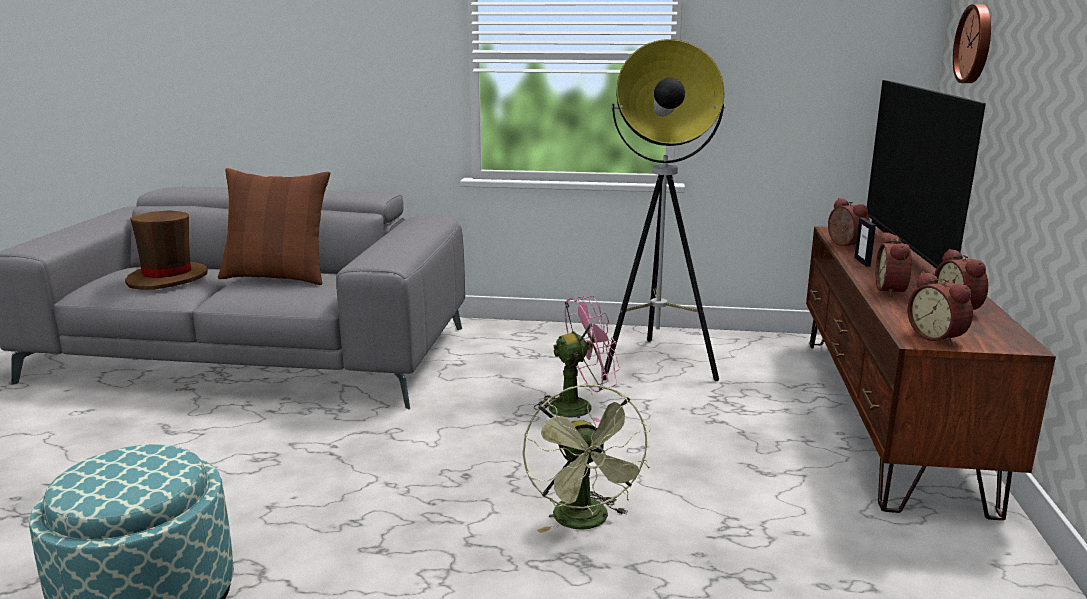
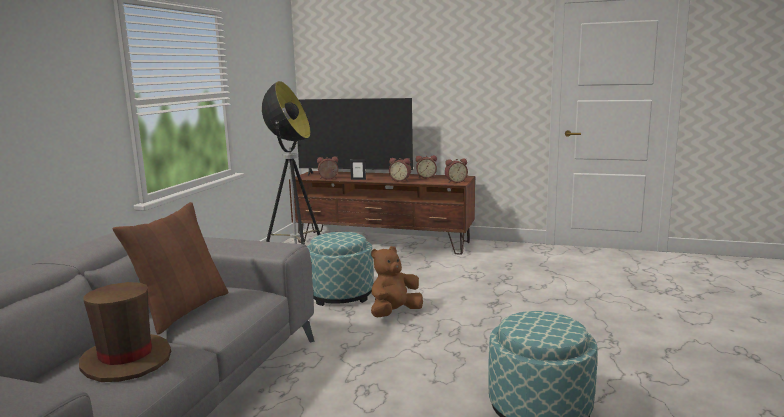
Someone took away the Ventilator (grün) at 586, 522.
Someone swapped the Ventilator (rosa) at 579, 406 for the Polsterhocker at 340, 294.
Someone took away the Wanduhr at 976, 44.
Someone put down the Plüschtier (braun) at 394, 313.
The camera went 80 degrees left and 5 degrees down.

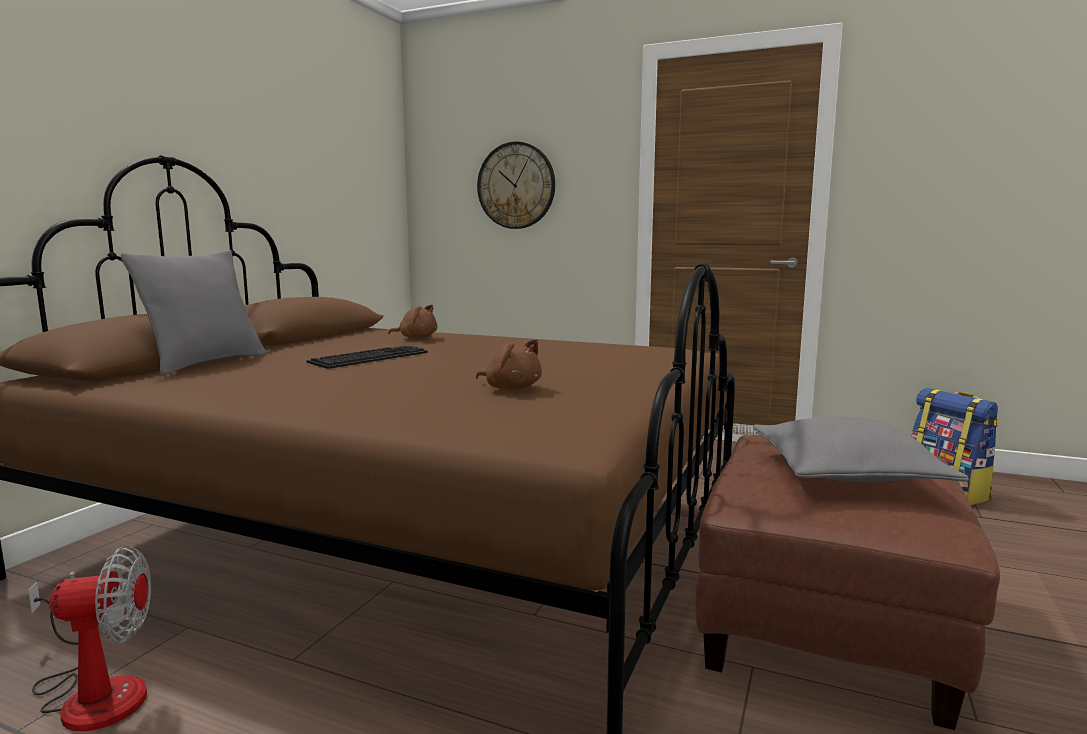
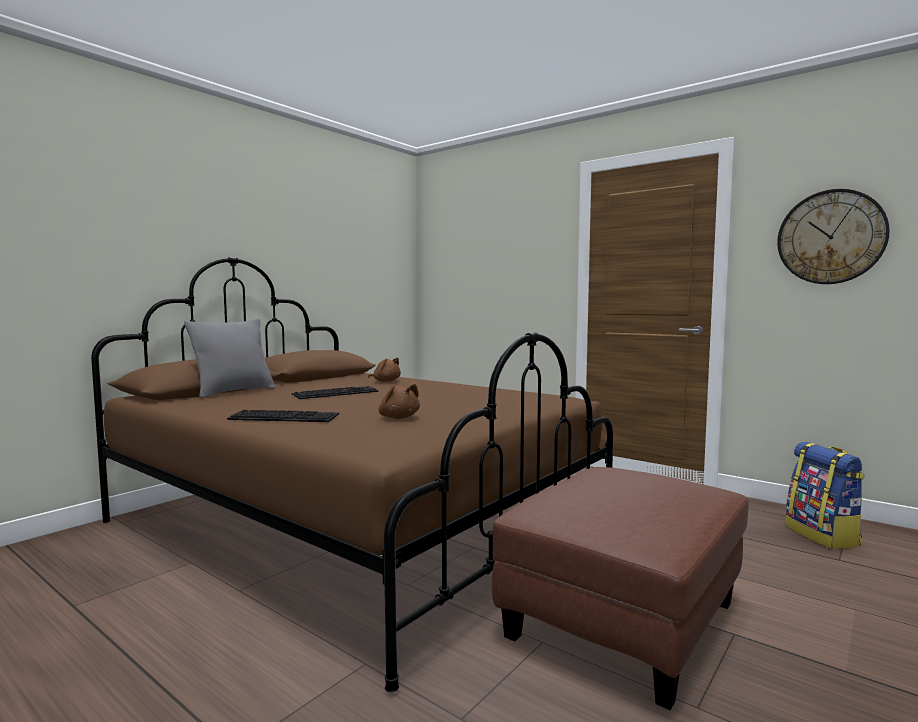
Someone took away the Ventilator at 94, 693.
Someone carried the Wanduhr from 516, 186 to 831, 237.
Someone took away the Kissen (grau) at 845, 473.
Someone put down the Tastatur at 286, 417.
The camera went 15 degrees right and 5 degrees down.

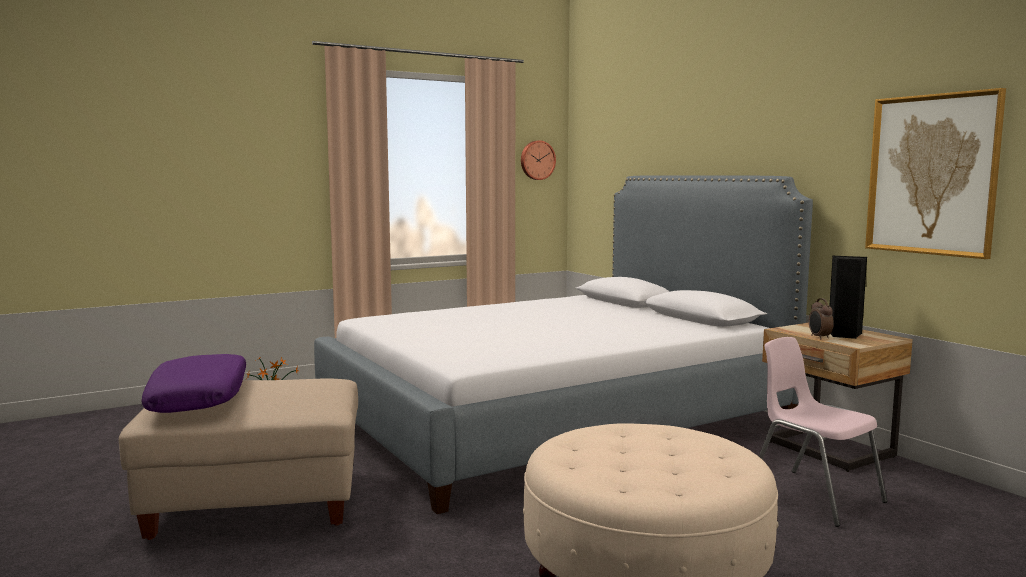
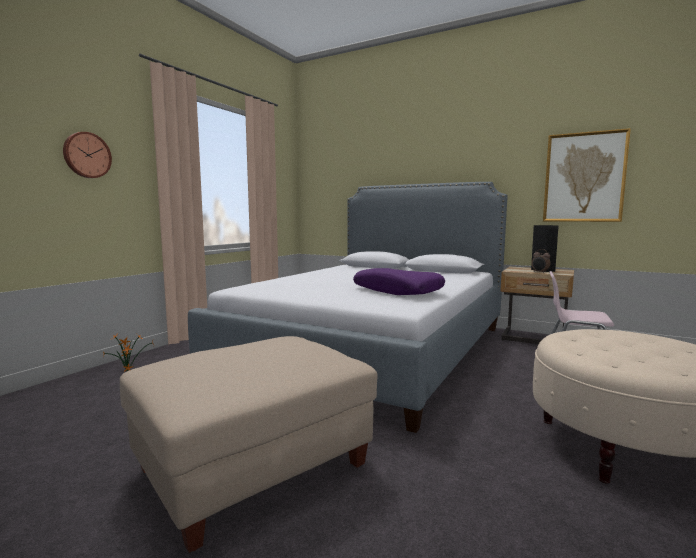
Someone carried the Kissen (lila) from 200, 398 to 397, 291.
Someone carried the Wanduhr from 537, 160 to 86, 155.
The camera went 30 degrees left and 0 degrees up.

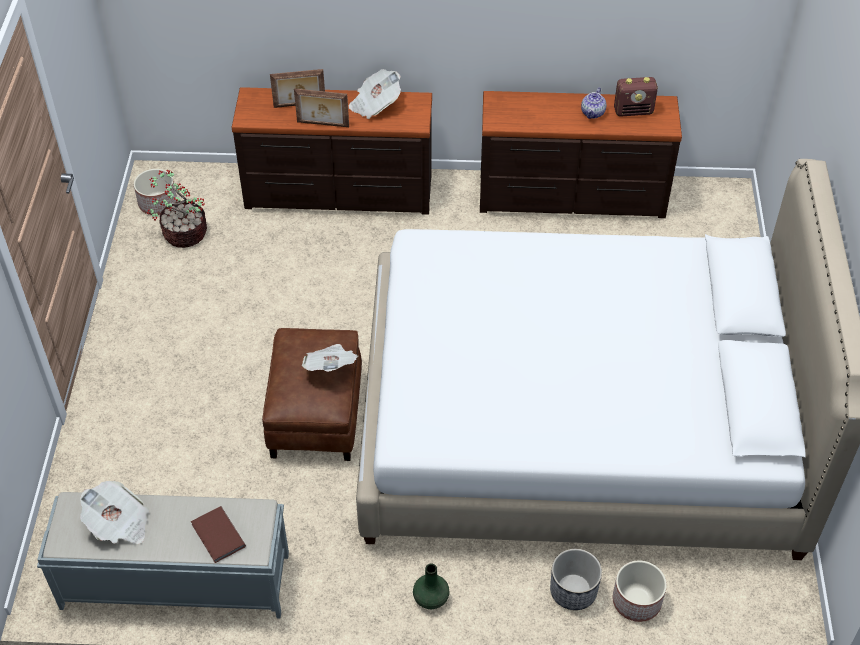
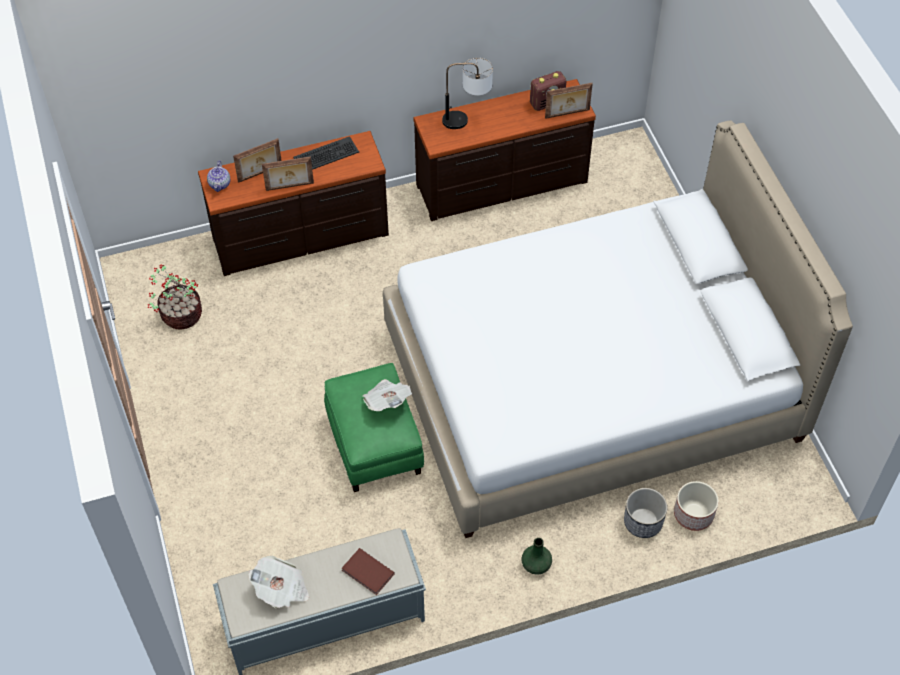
Someone took away the Pflanzkübel at 158, 203.
Someone repainted the Polsterhocker (braun) at 316, 416, which became the Polsterhocker (grün) at 375, 445.
Someone swapped the Zeitung at 375, 105 for the Tastatur at 326, 155.
Someone carried the Teekanne from 593, 113 to 220, 184.
Someone put down the Tischlampe at 467, 120.
Someone put down the Bilderrahmen at 567, 114.
The camera went 20 degrees left and 5 degrees up.

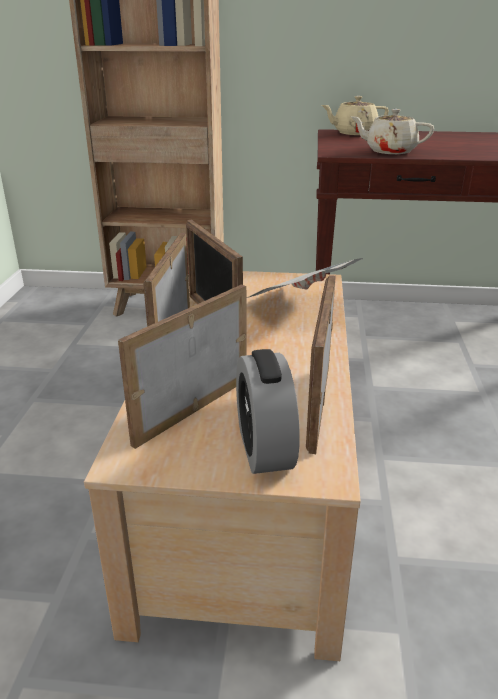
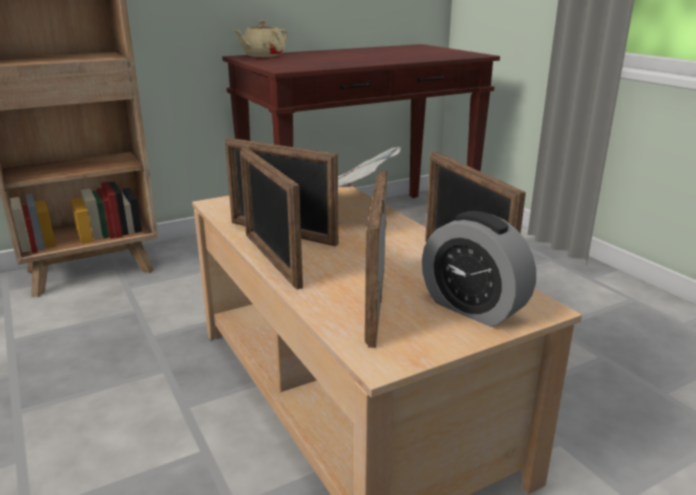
Someone took away the Teekanne (beige) at 389, 151.
The camera went 35 degrees left and 5 degrees down.

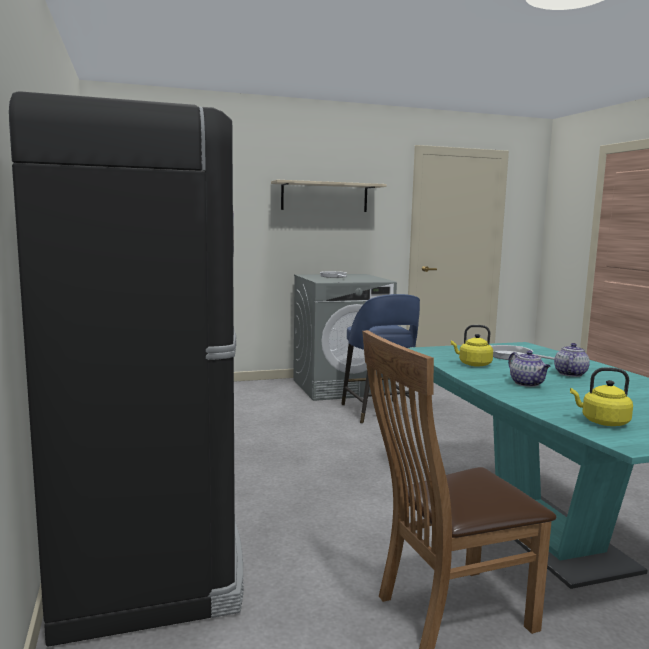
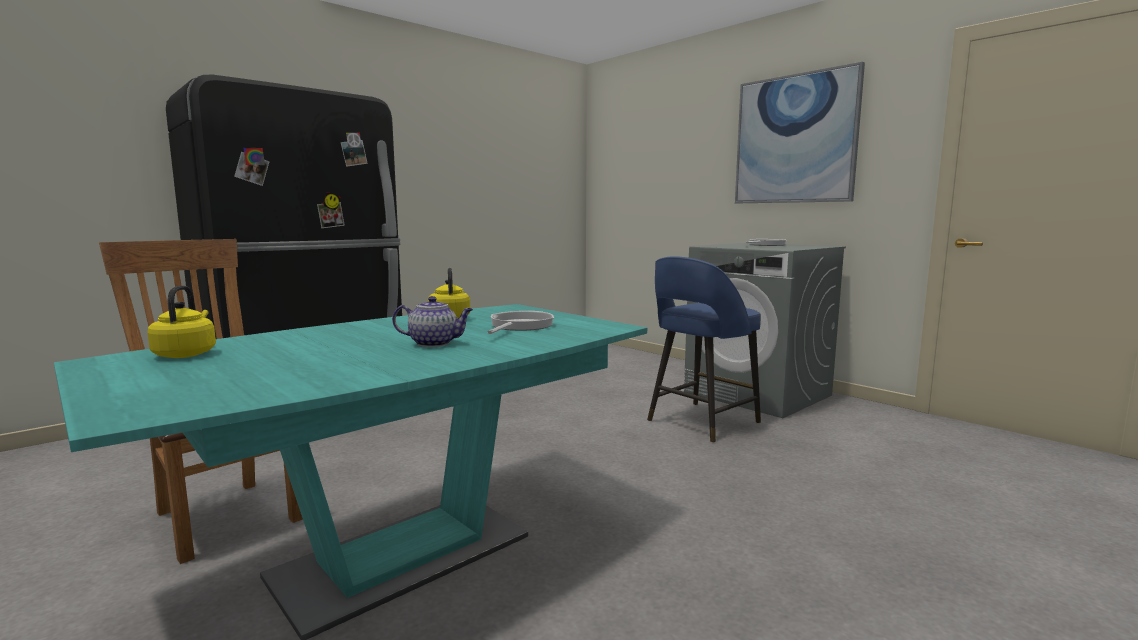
Someone swapped the Wandregal (beige) at 324, 197 for the Bild at 795, 139.
Someone took away the Teekanne at 527, 384.
The camera went 65 degrees right and 0 degrees up.

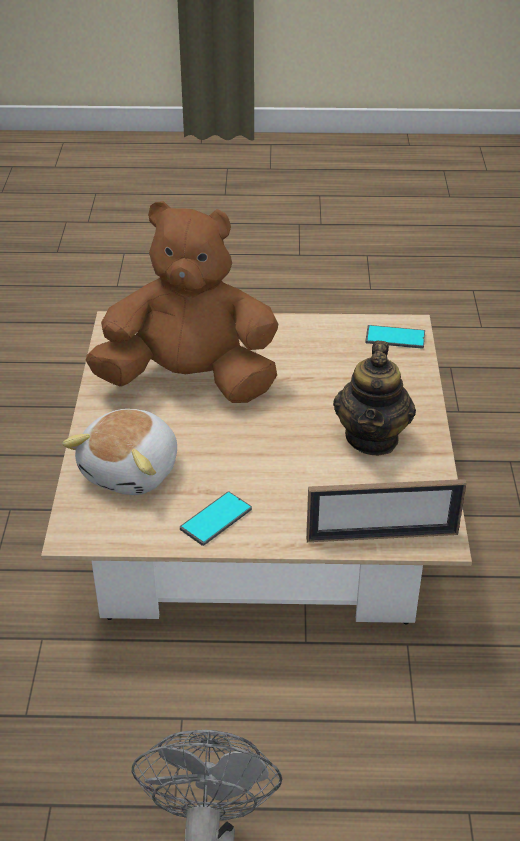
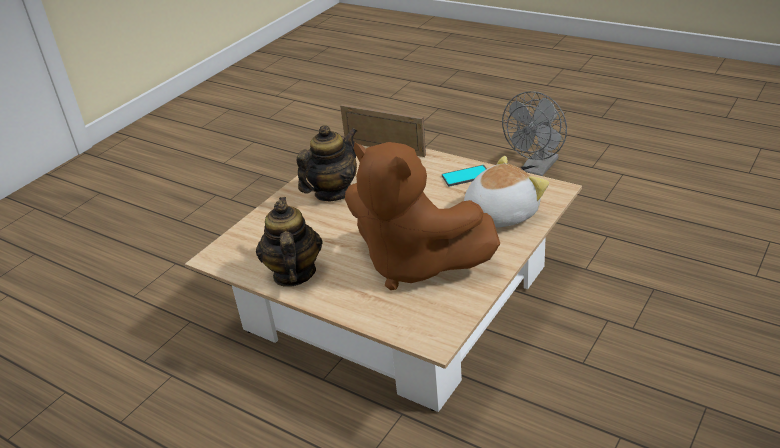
Someone took away the Handy at 395, 338.
Someone put down the Teekanne at 293, 273.
The camera went 145 degrees left and 5 degrees down.

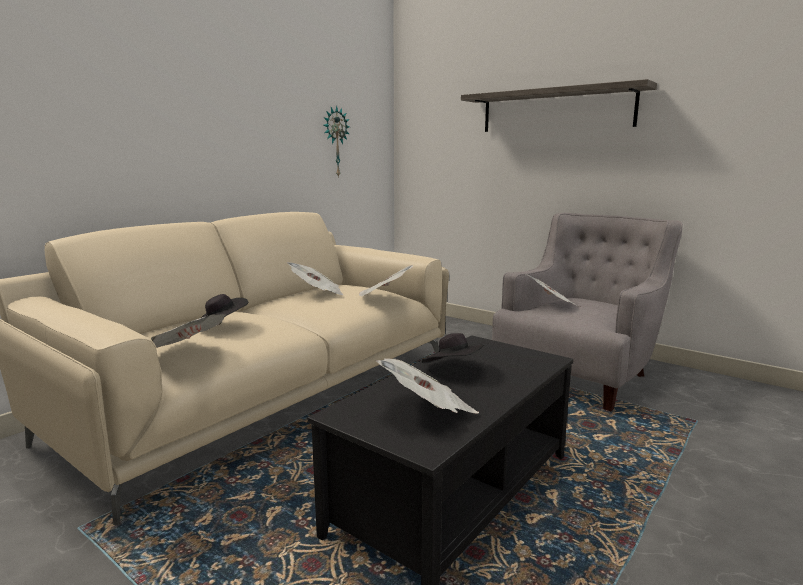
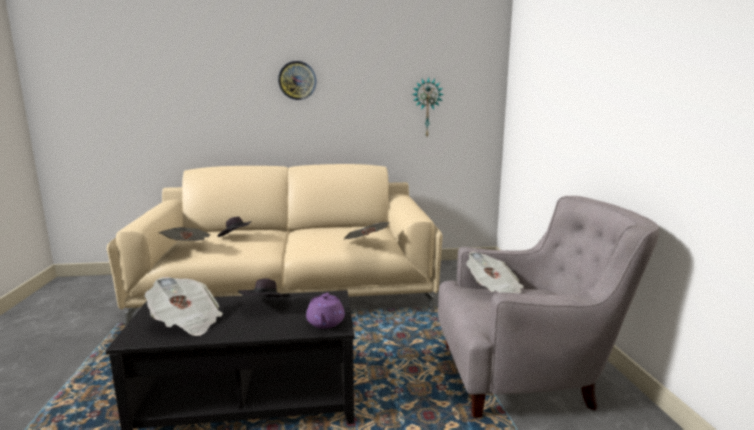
Someone took away the Zeitung at 317, 293.
Someone took away the Wandregal at 555, 110.
Someone put up the Wanduhr at 297, 80.
Someone put down the Teekanne (lila) at 325, 323.
The camera went 45 degrees right and 0 degrees up.

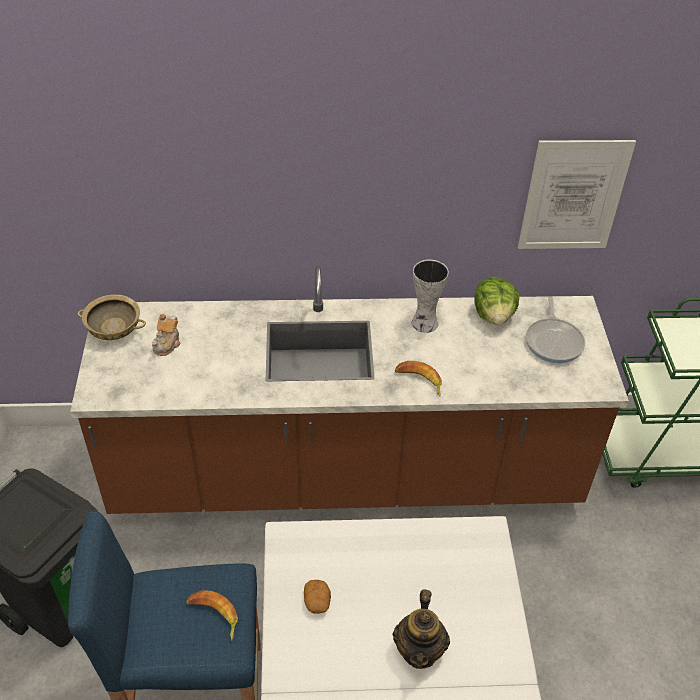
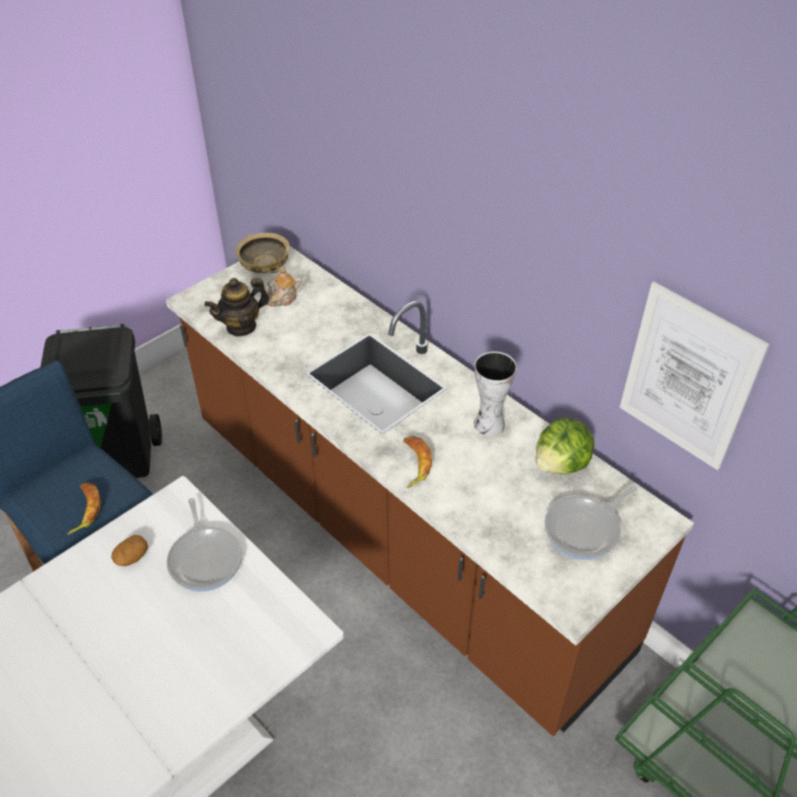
Someone carried the Teekanne from 419, 650 to 241, 326.
Someone put down the Pfanne at 205, 558.
The camera went 50 degrees right and 0 degrees up.

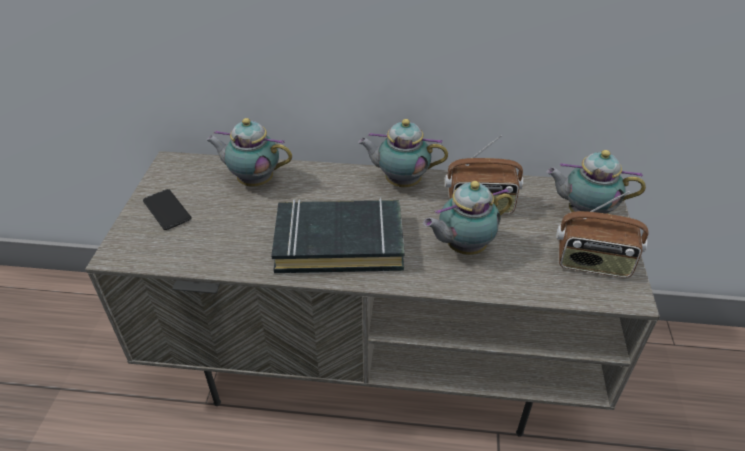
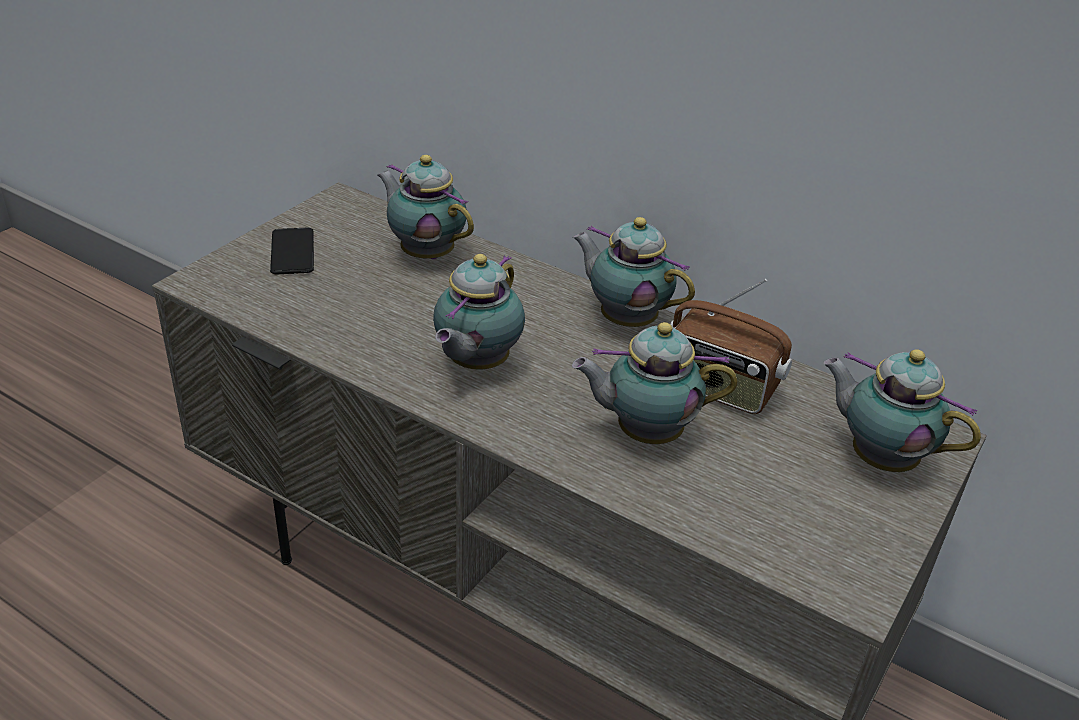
Someone swapped the Buch (schwarz) at 339, 243 for the Teekanne at 475, 364.
Someone took away the Radio at 592, 263.
The camera went 25 degrees right and 5 degrees down.

